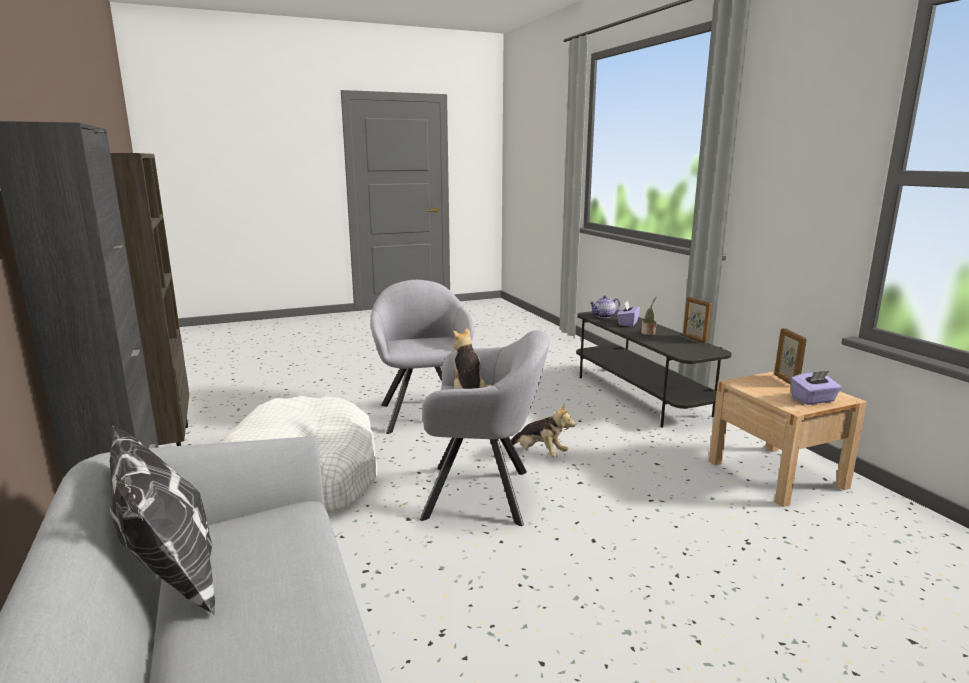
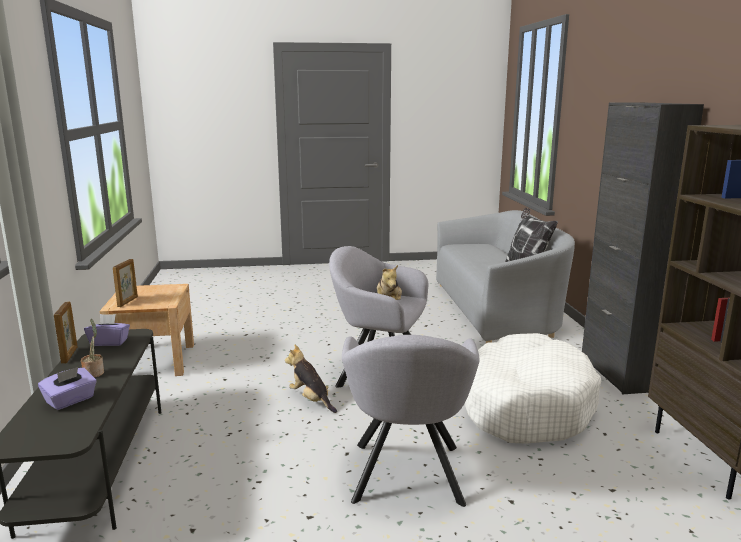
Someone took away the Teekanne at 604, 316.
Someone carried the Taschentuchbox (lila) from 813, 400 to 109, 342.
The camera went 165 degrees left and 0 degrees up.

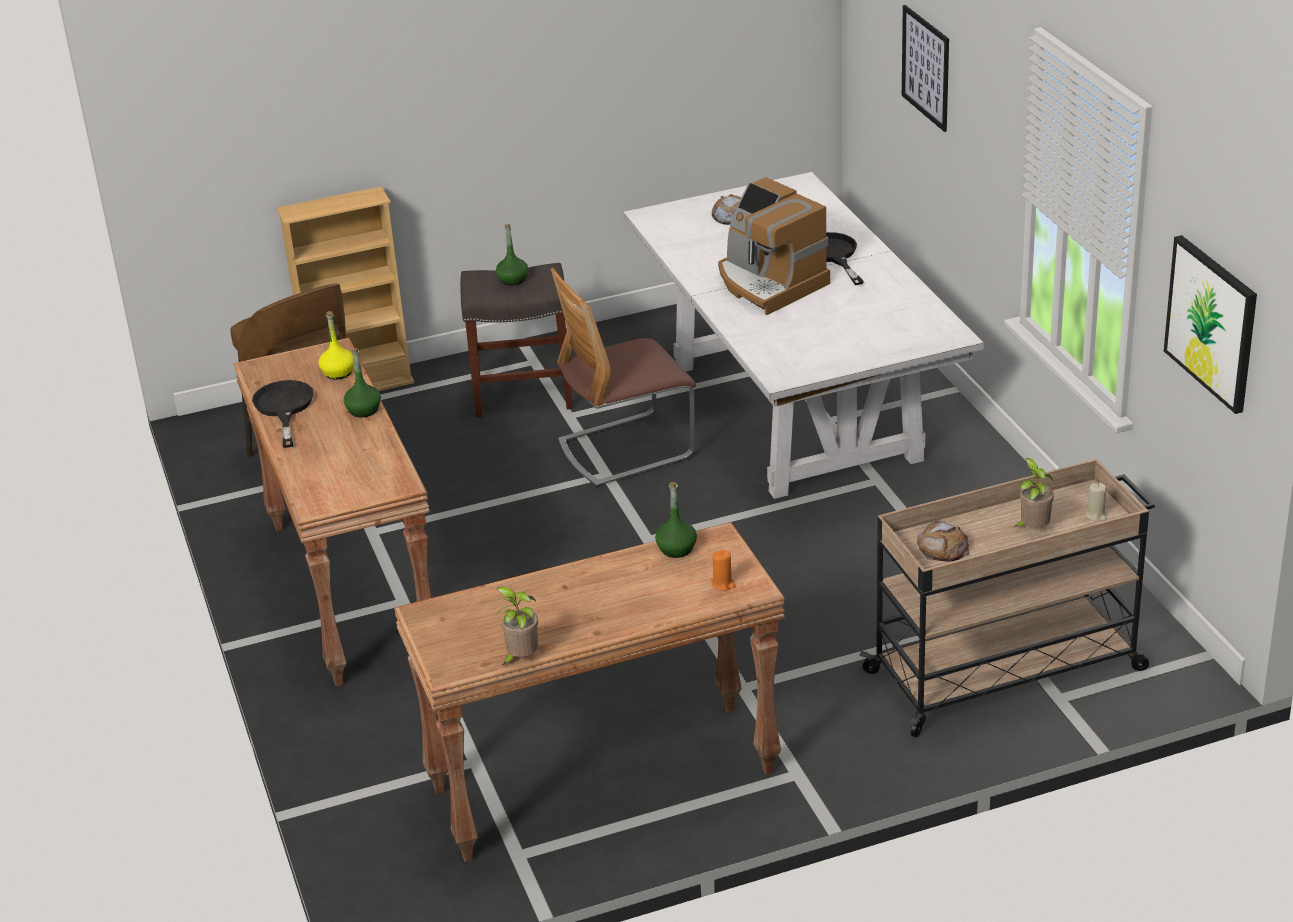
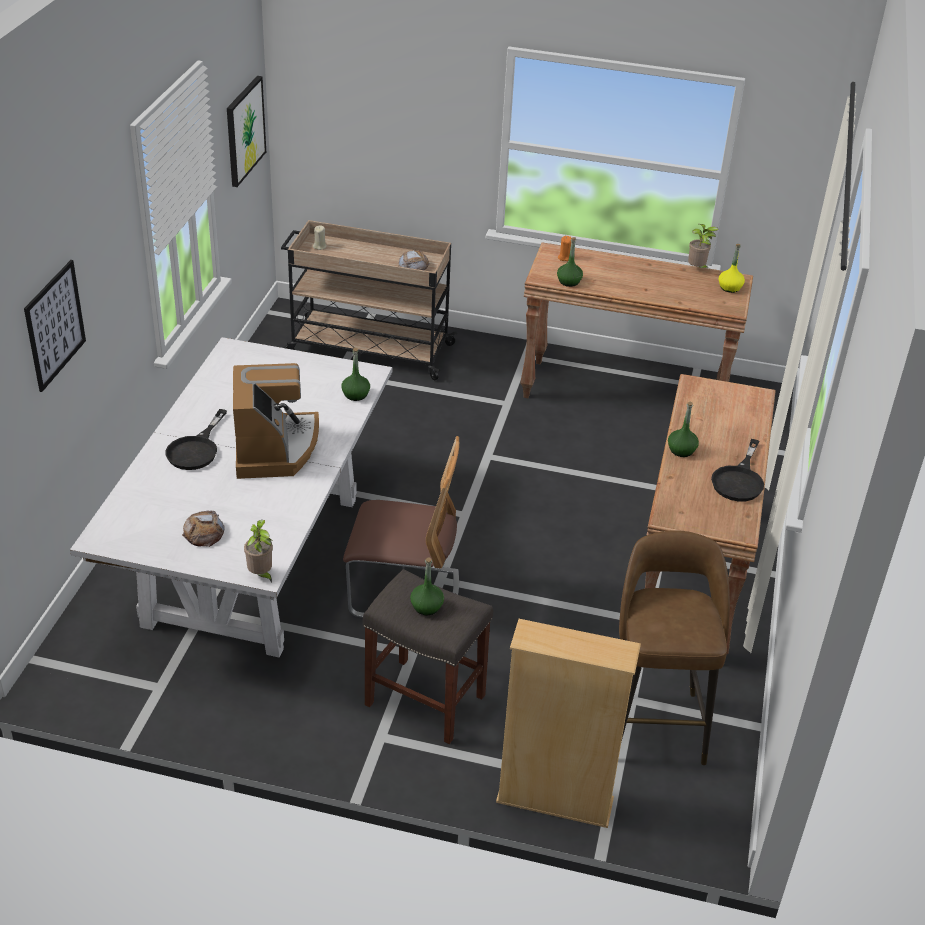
Someone carried the Flasche (gelb) from 338, 372 to 729, 287.
Someone carried the Topfpflanze from 1032, 529 to 261, 575.
Someone put down the Flasche (grün) at 356, 395.
The camera went 150 degrees left and 5 degrees up.

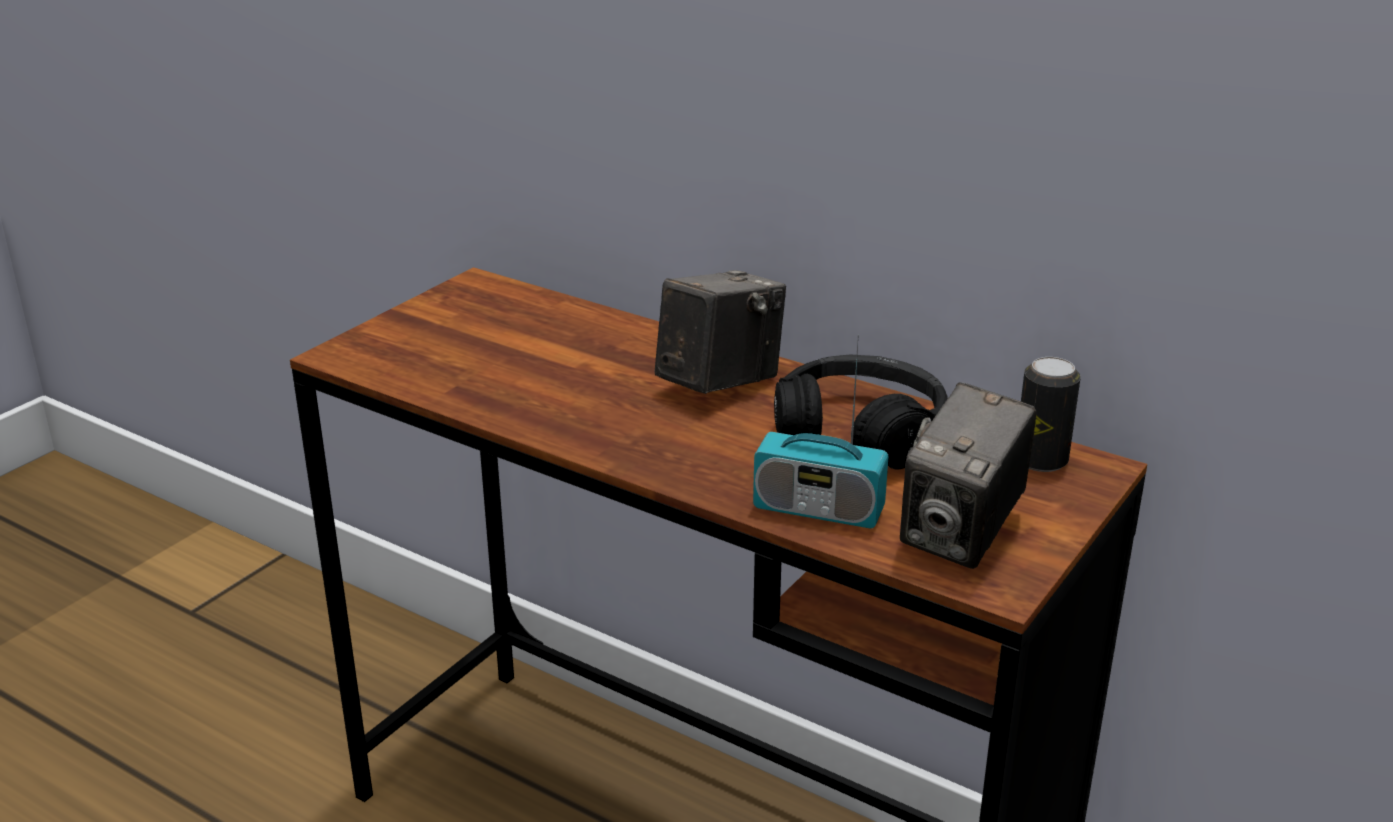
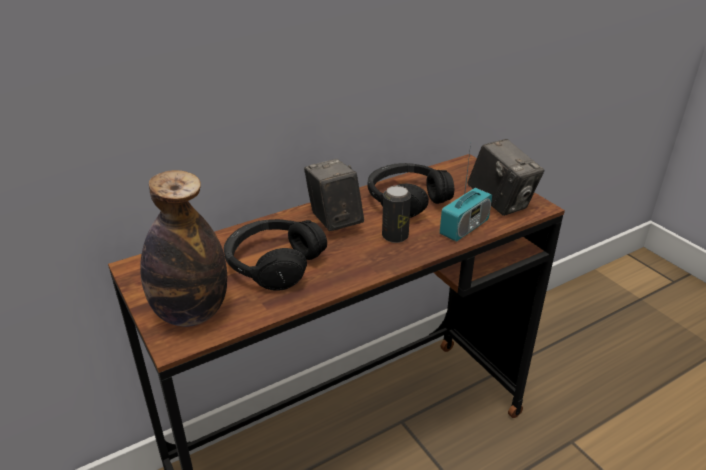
Someone carried the Dose from 1041, 460 to 395, 236.
Someone put down the Flasche at 191, 313.
Someone put down the Kopfhörer (schwarz) at 274, 264.
The camera went 65 degrees left and 5 degrees up.

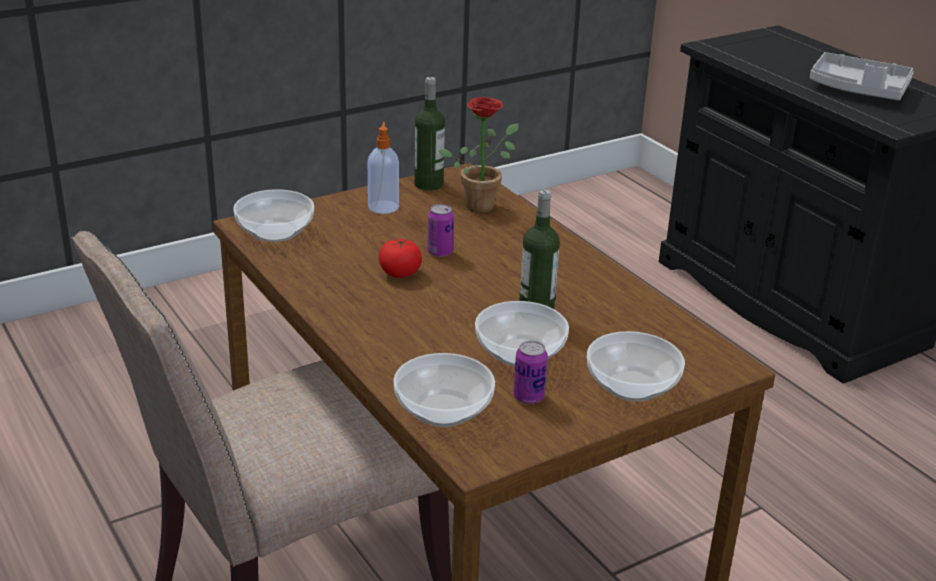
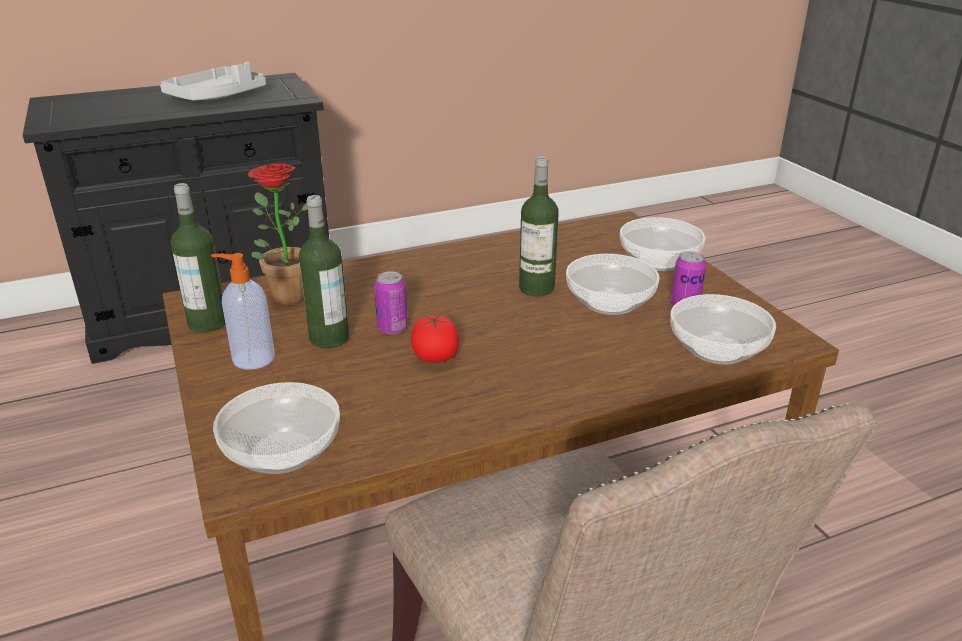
Someone put down the Flasche at 329, 338.
The camera went 80 degrees left and 0 degrees up.

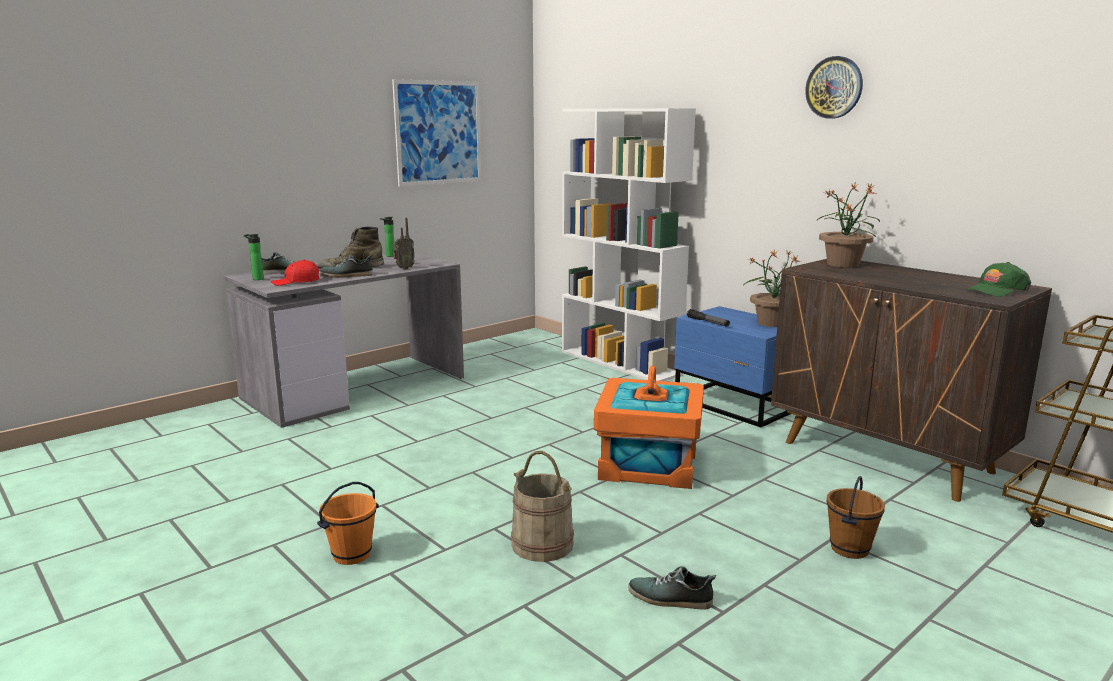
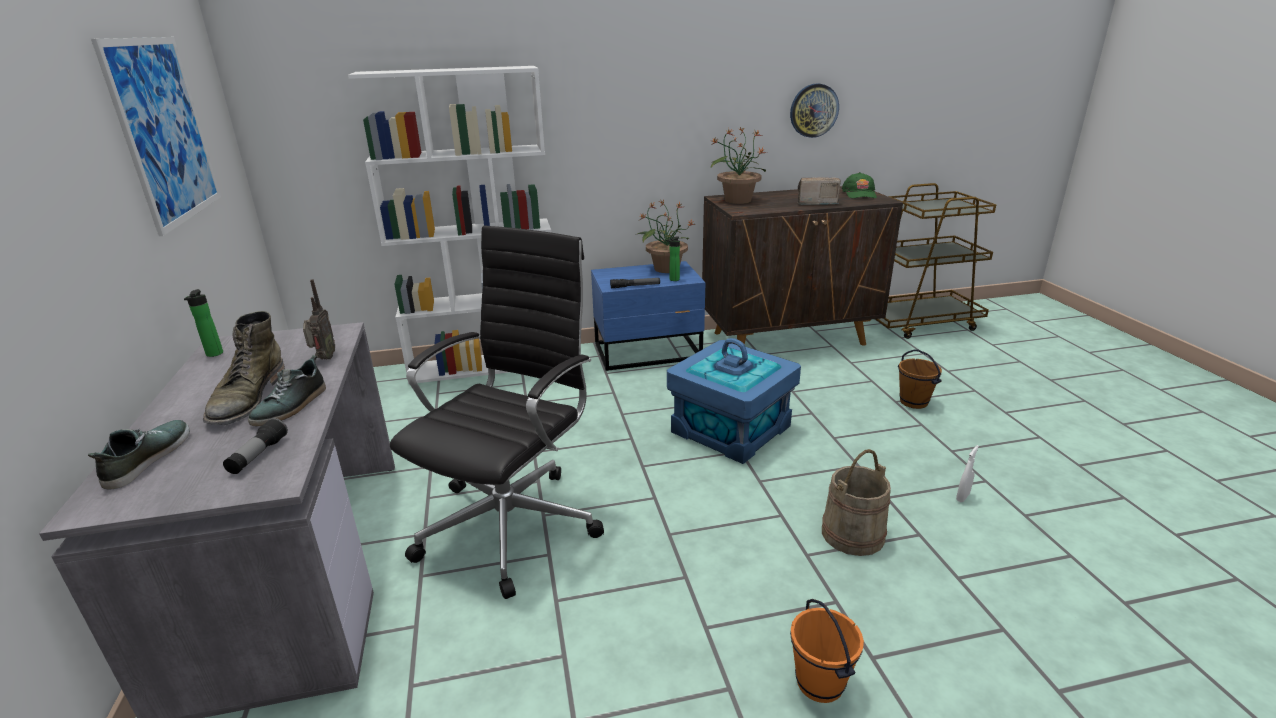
Someone carried the Flasche from 256, 279 to 673, 280.
Someone swapped the Kappe (rot) at 296, 282 for the Taschenlampe at 258, 455.
Someone repainted the Aufbewahrungsbox (orange) at 648, 464, which became the Aufbewahrungsbox (blau) at 730, 429.
Someone swapped the Schuh at 670, 598 for the Sprühflasche (weiß) at 962, 497.
Someone carried the Wanduhr from 834, 87 to 813, 110.
Someone put down the Bürostuhl (schwarz) at 513, 523.
Someone put down the Radio at 815, 203.
The camera went 60 degrees left and 10 degrees up.

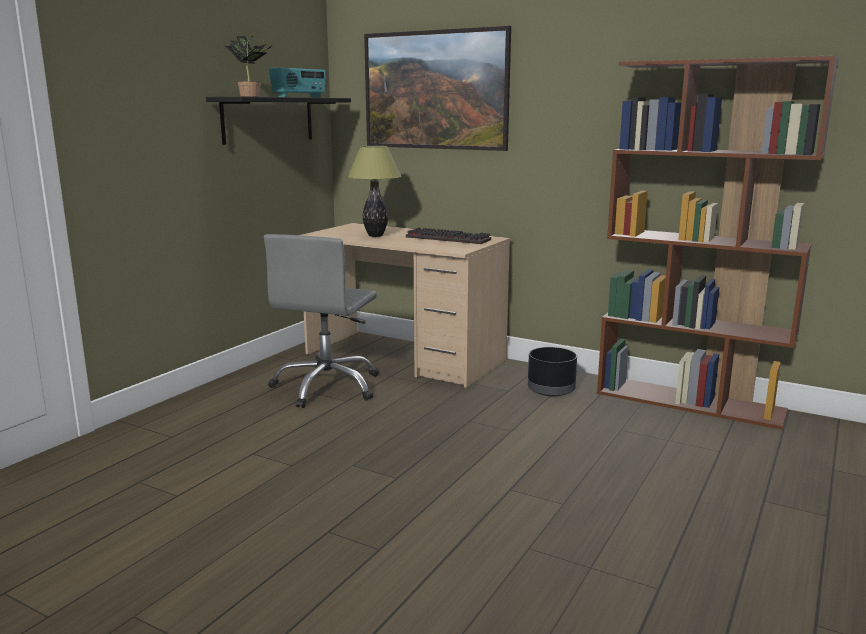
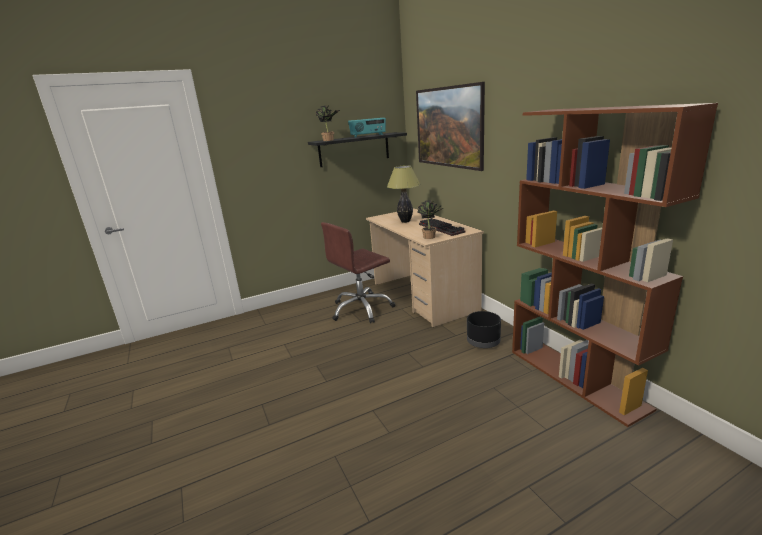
Someone repainted the Bürostuhl (grau) at 327, 387, which became the Bürostuhl (braun) at 361, 309.
Someone put down the Topfpflanze at 431, 237.
The camera went 35 degrees right and 5 degrees up.

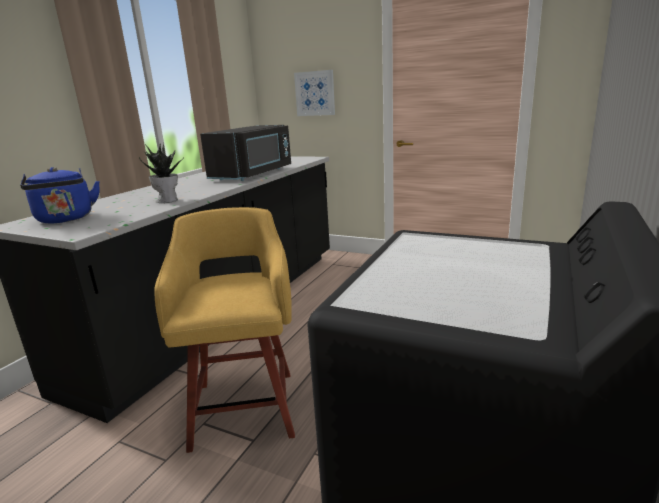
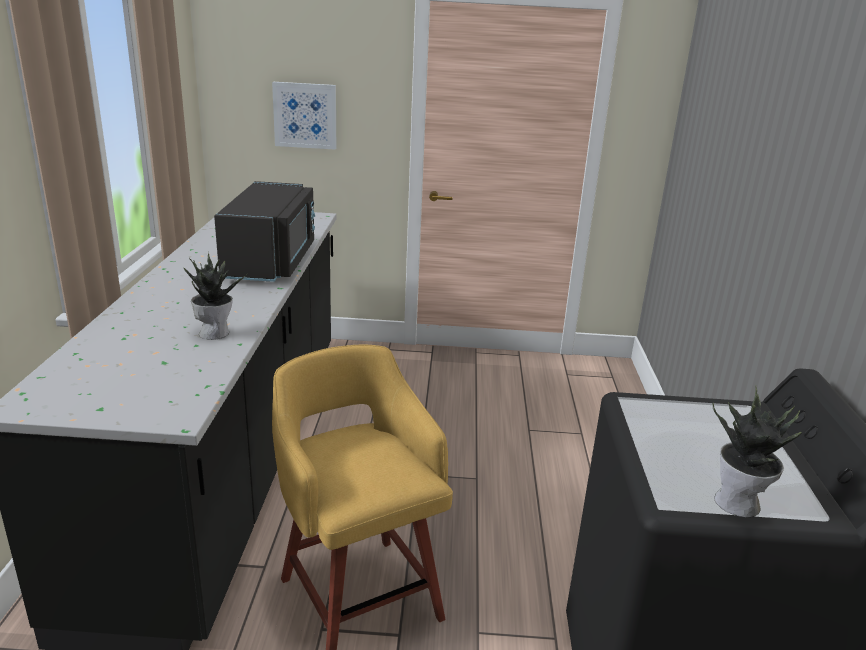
Someone took away the Wasserkessel (blau) at 66, 219.
Someone put down the Topfpflanze at 739, 504.
The camera went 25 degrees left and 5 degrees up.

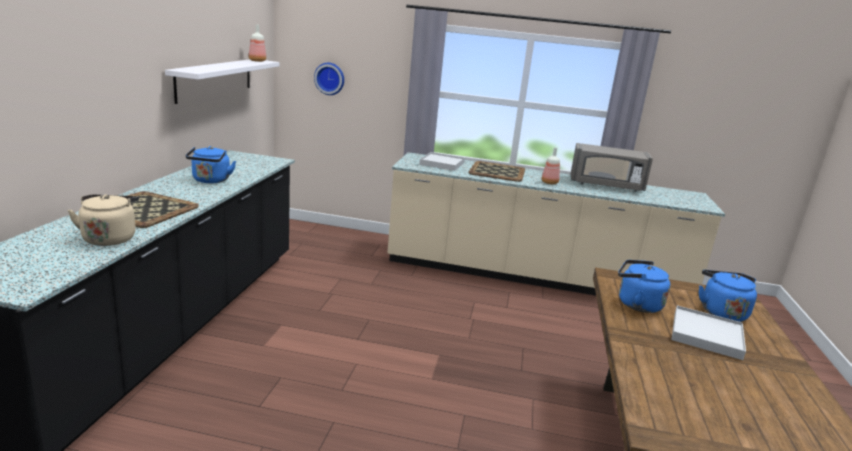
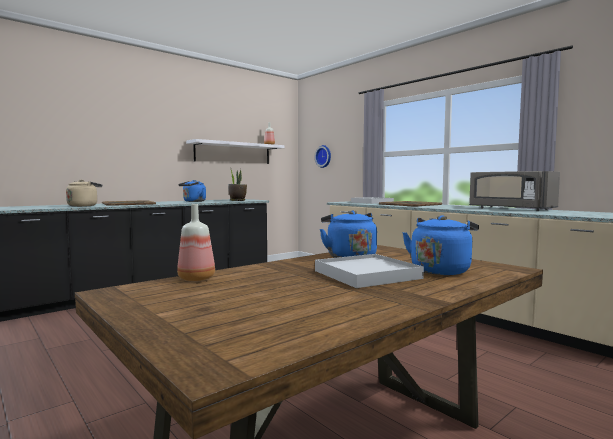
Someone carried the Flasche from 550, 182 to 197, 278.
Someone put down the Topfpflanze at 237, 200.
The camera went 40 degrees right and 15 degrees down.

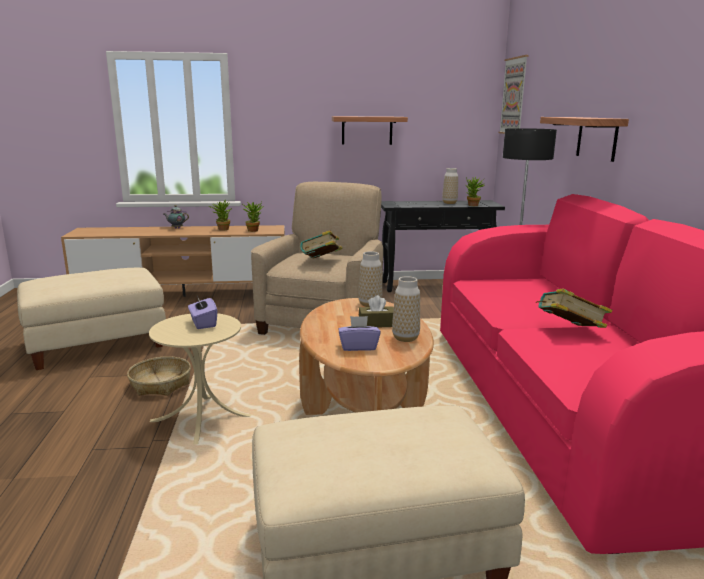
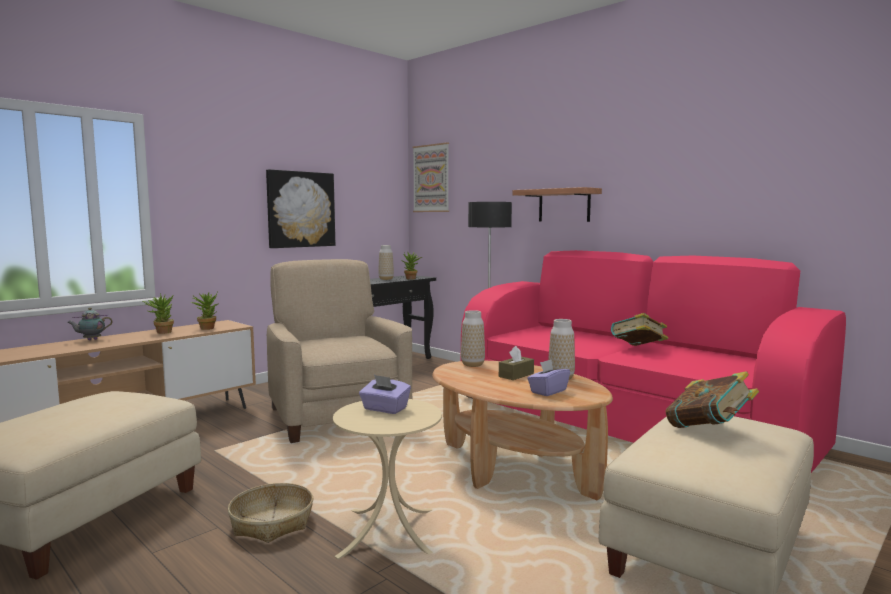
Someone carried the Buch from 321, 261 to 709, 430.
Someone swapped the Wandregal at 367, 130 for the Bild at 301, 209.
The camera went 40 degrees left and 10 degrees down.

